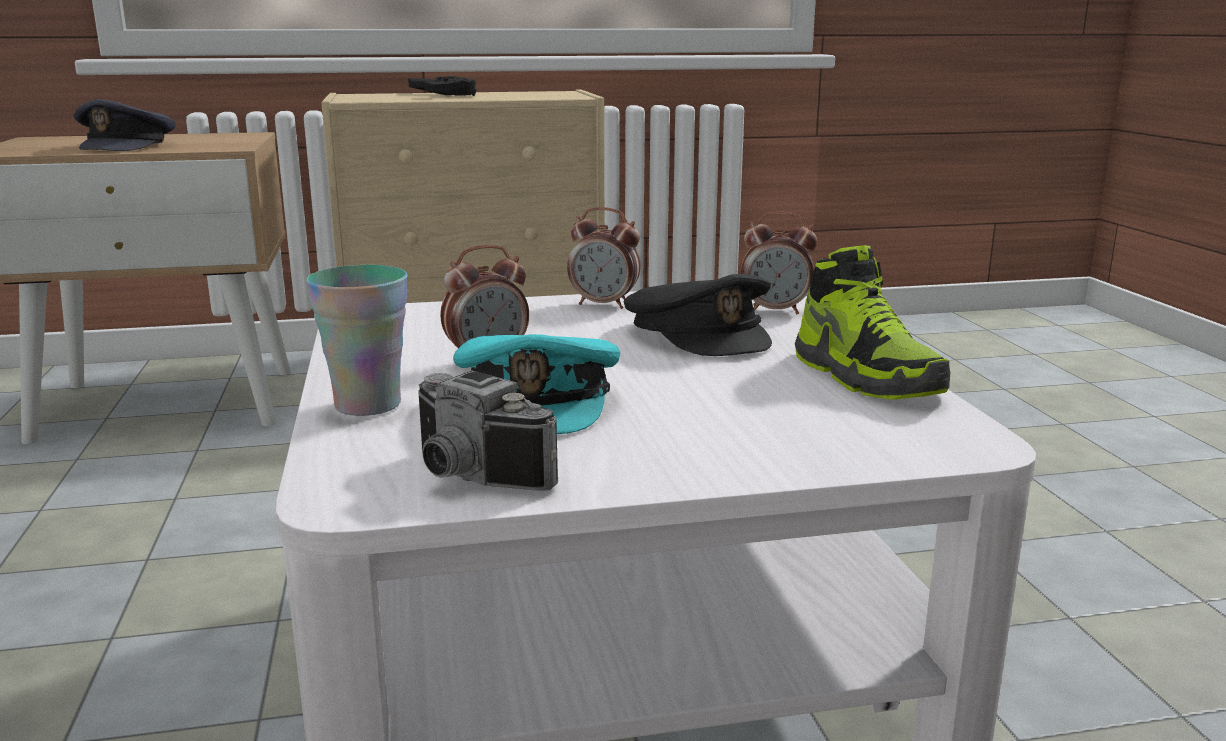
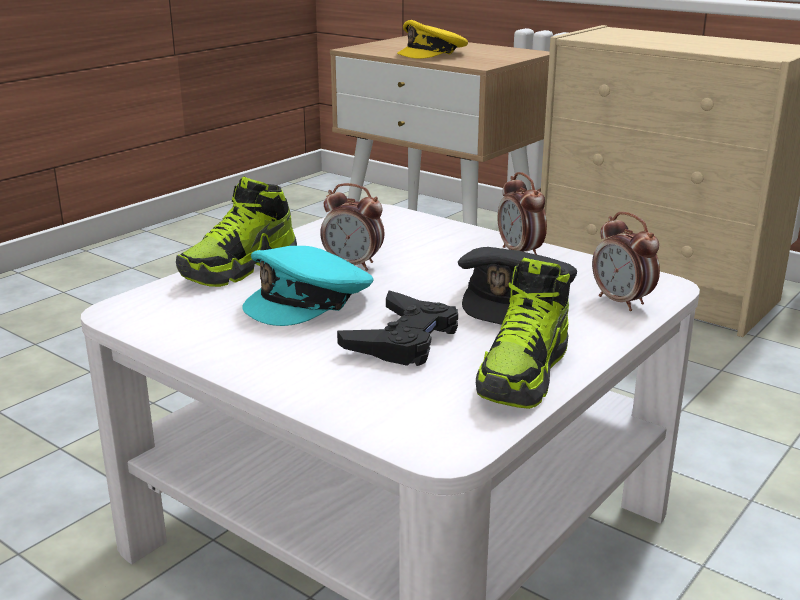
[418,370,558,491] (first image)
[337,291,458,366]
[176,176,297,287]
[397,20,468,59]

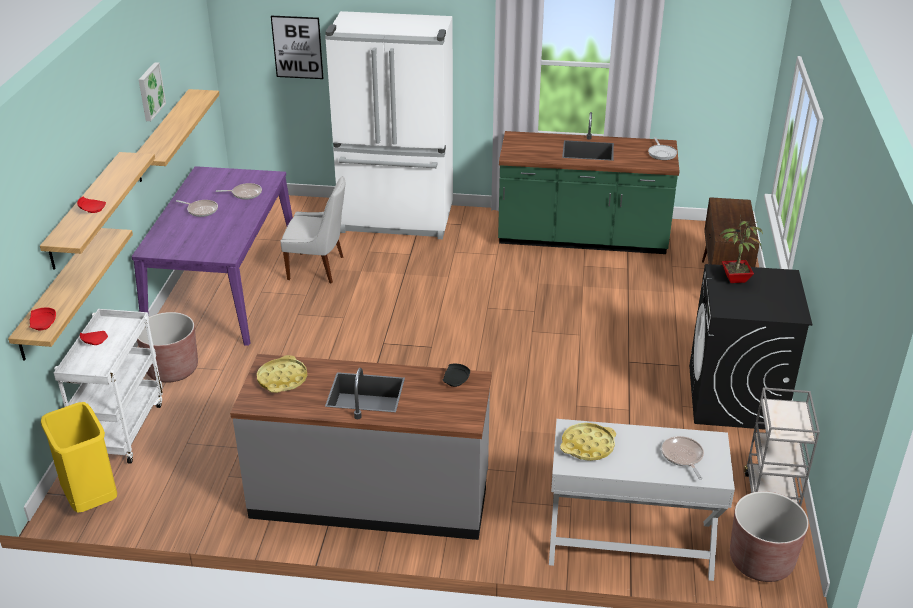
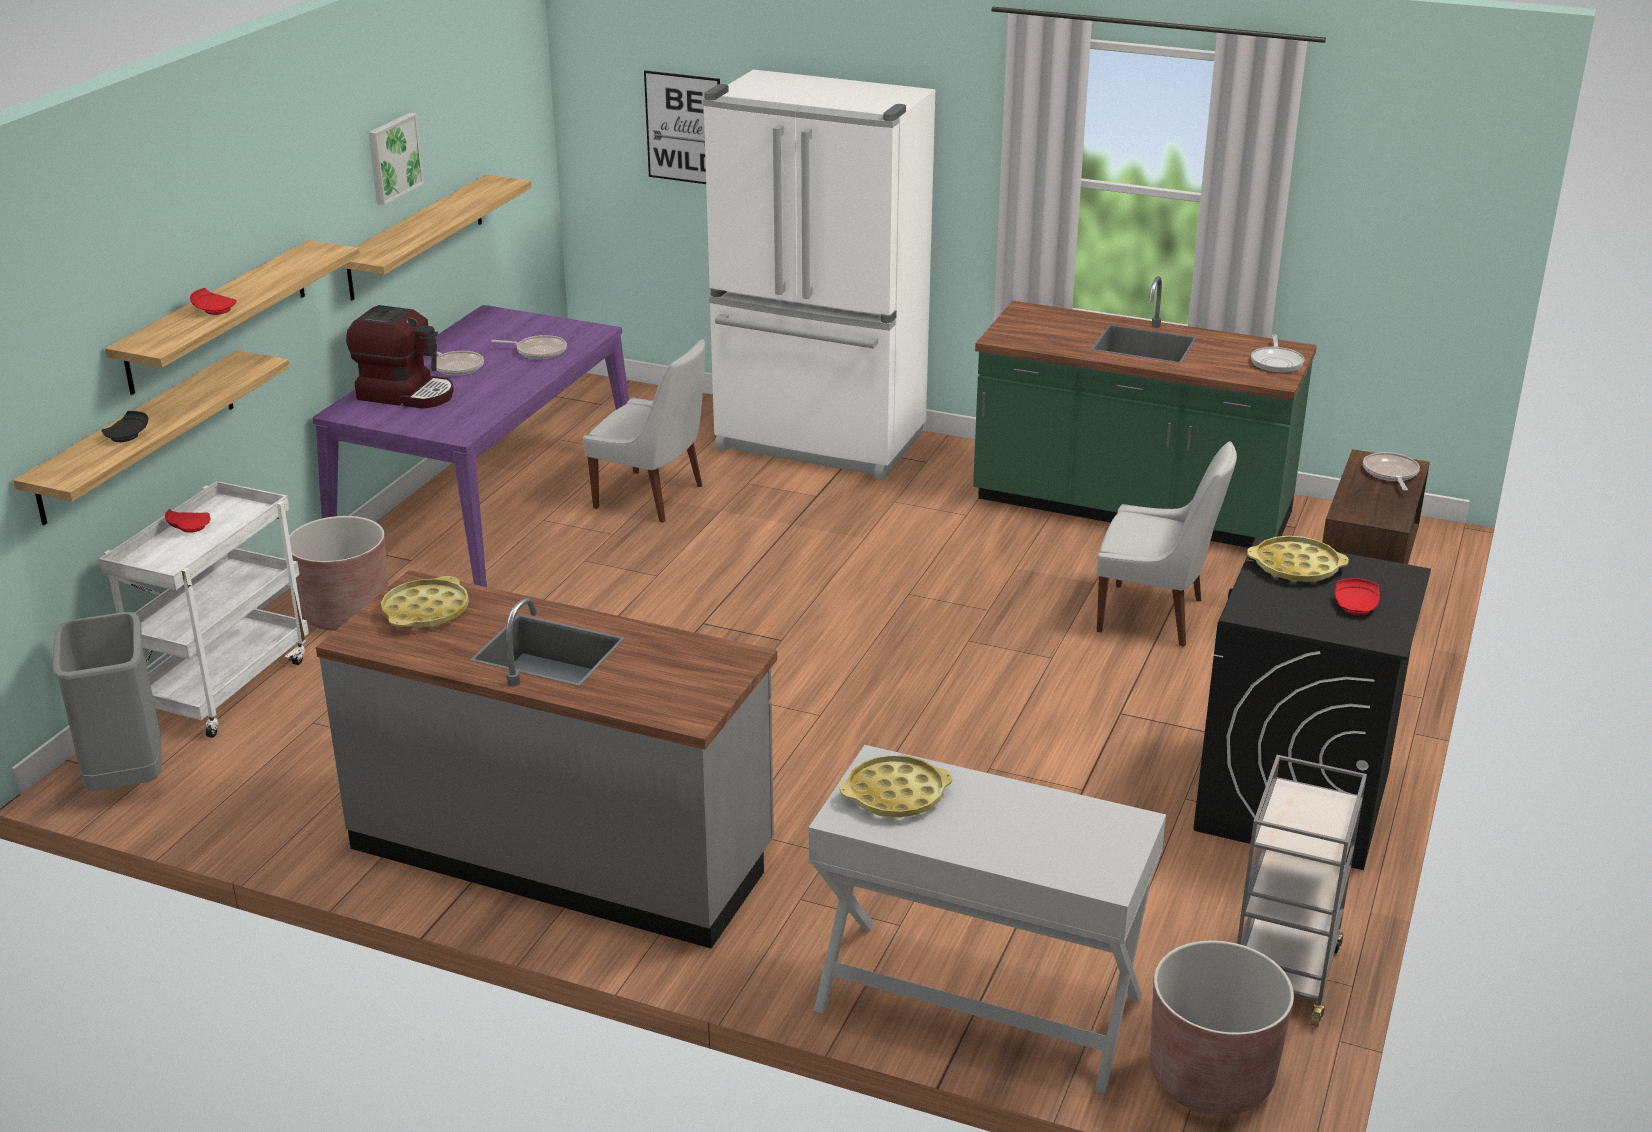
[346,305,454,409]
[1097,441,1237,647]
[1335,578,1380,615]
[101,411,148,442]
[1363,452,1420,491]
[1247,536,1349,582]
[53,612,162,791]

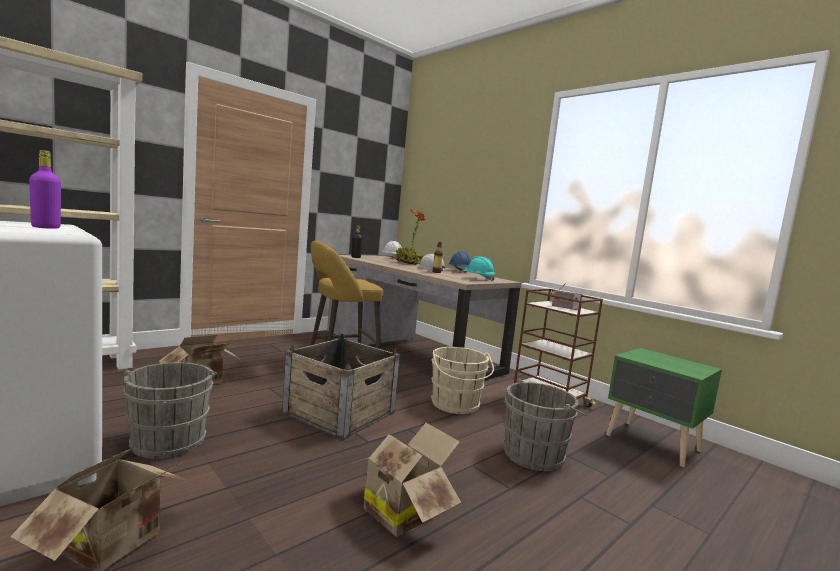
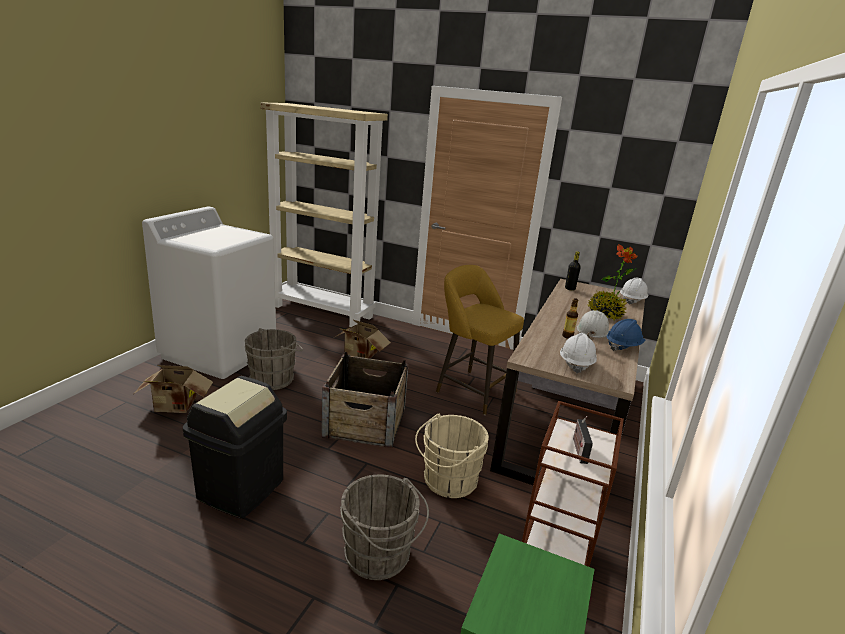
[29,150,61,229] (first image)
[183,376,287,518]
[560,333,597,373]

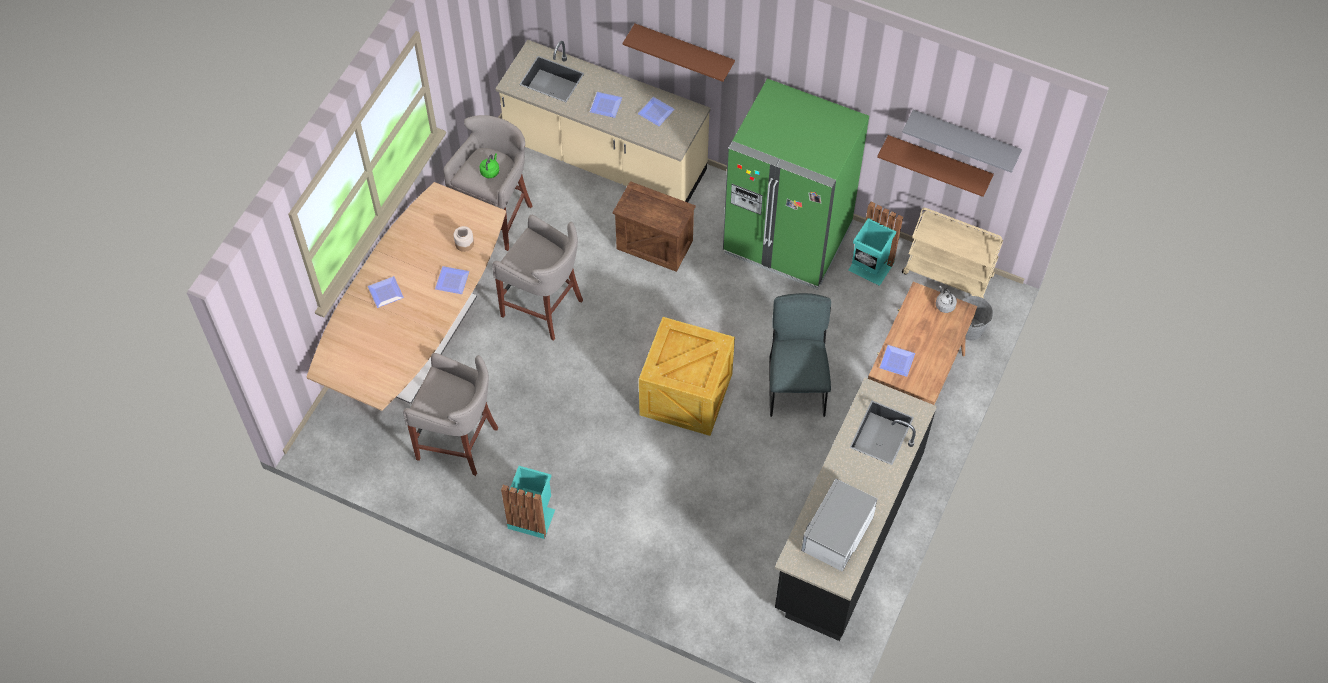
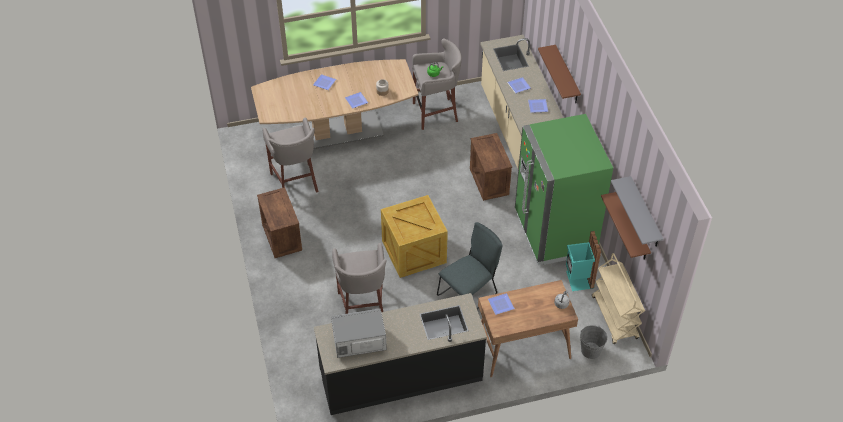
[332,243,387,314]
[257,187,302,258]

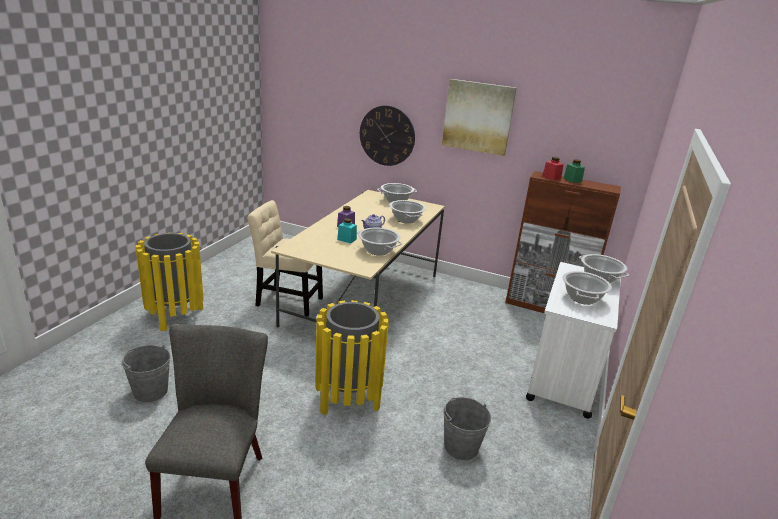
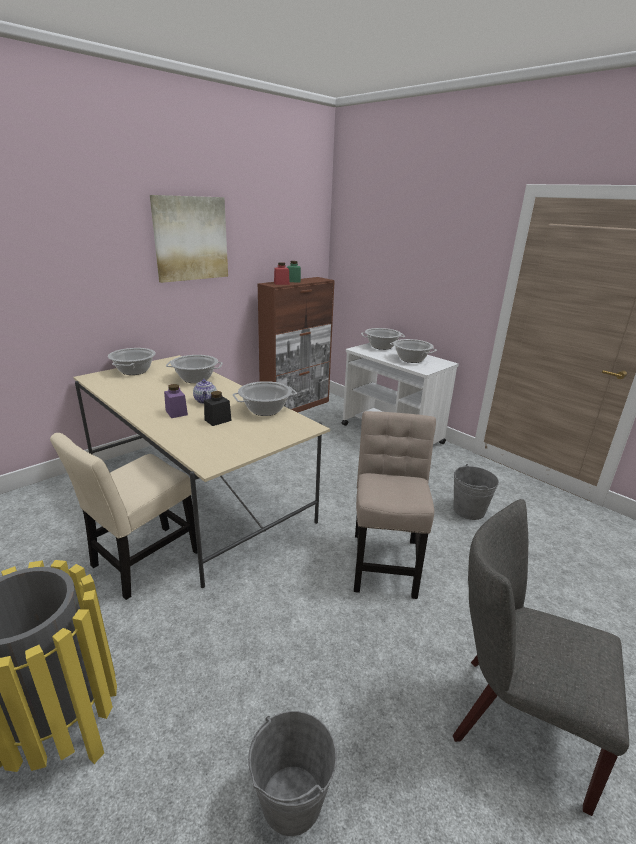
[360,105,415,166] (first image)
[354,411,436,599]
[204,391,232,426]

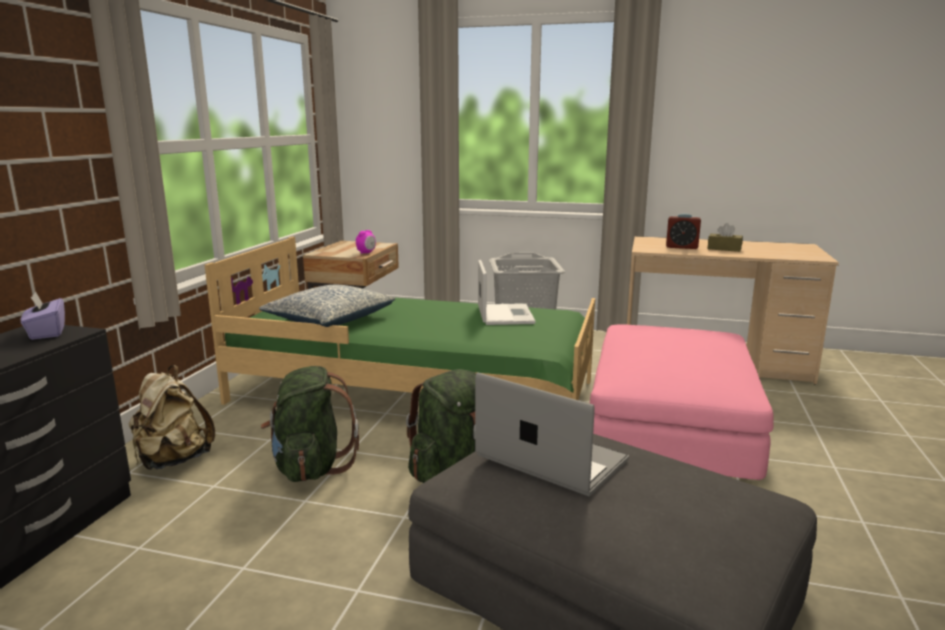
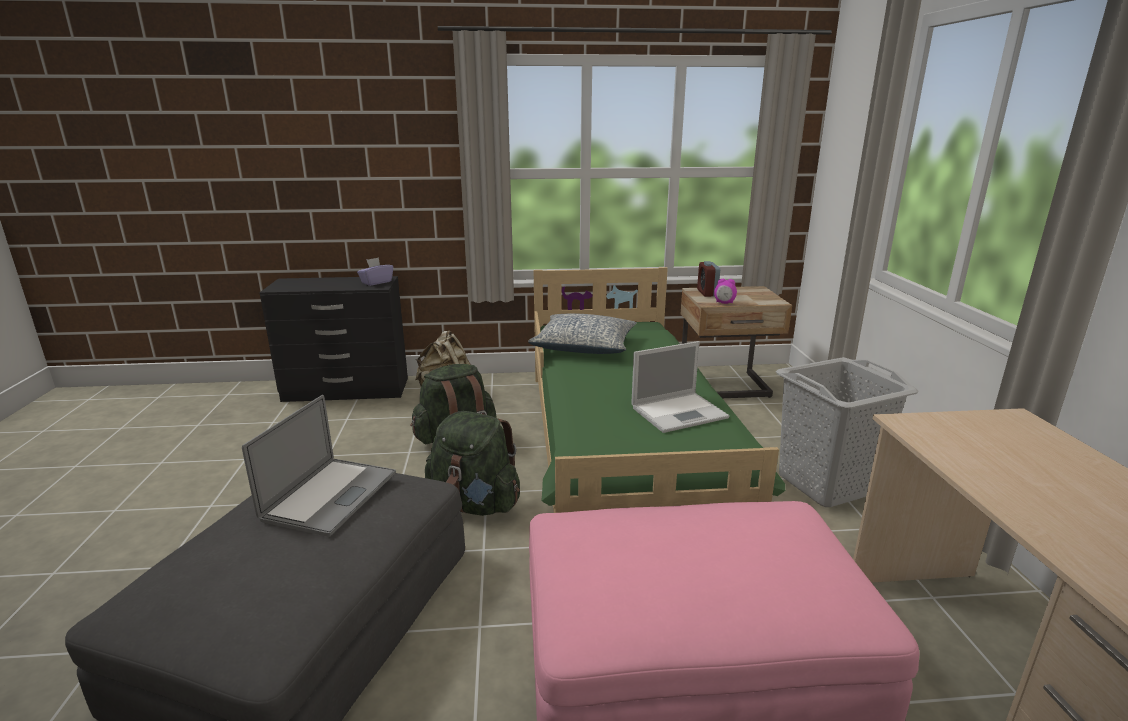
[708,223,743,252] (first image)
[697,261,720,297]

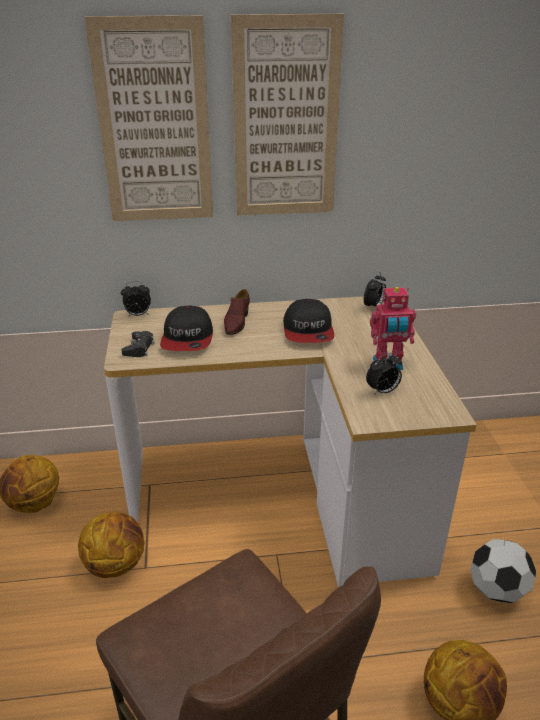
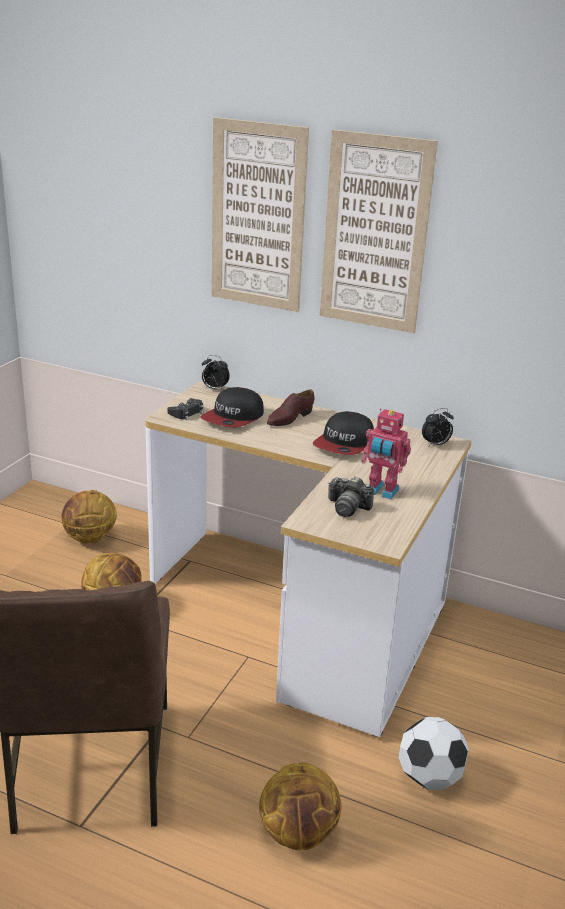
[328,476,374,517]

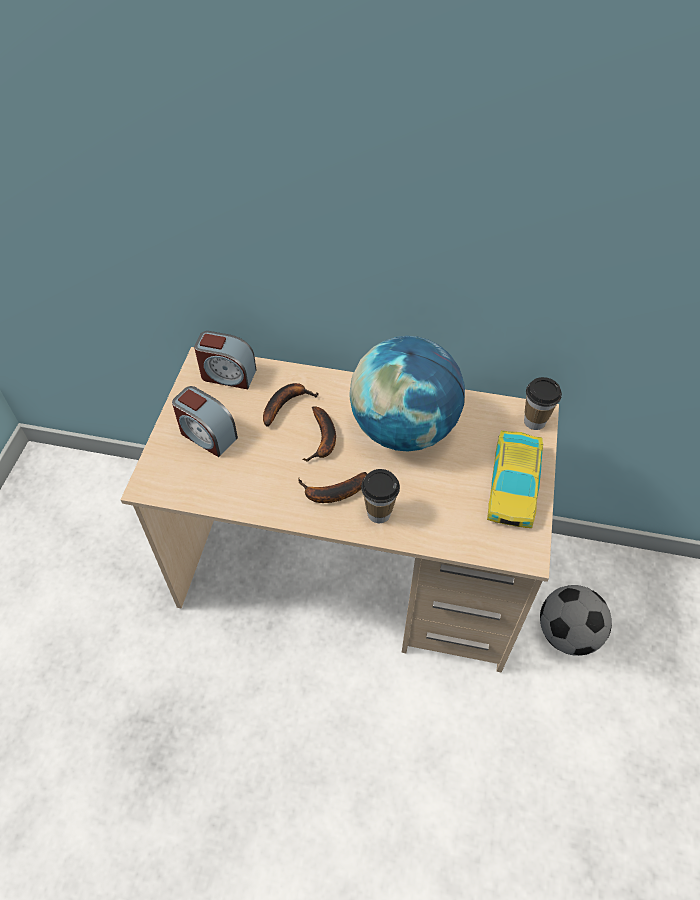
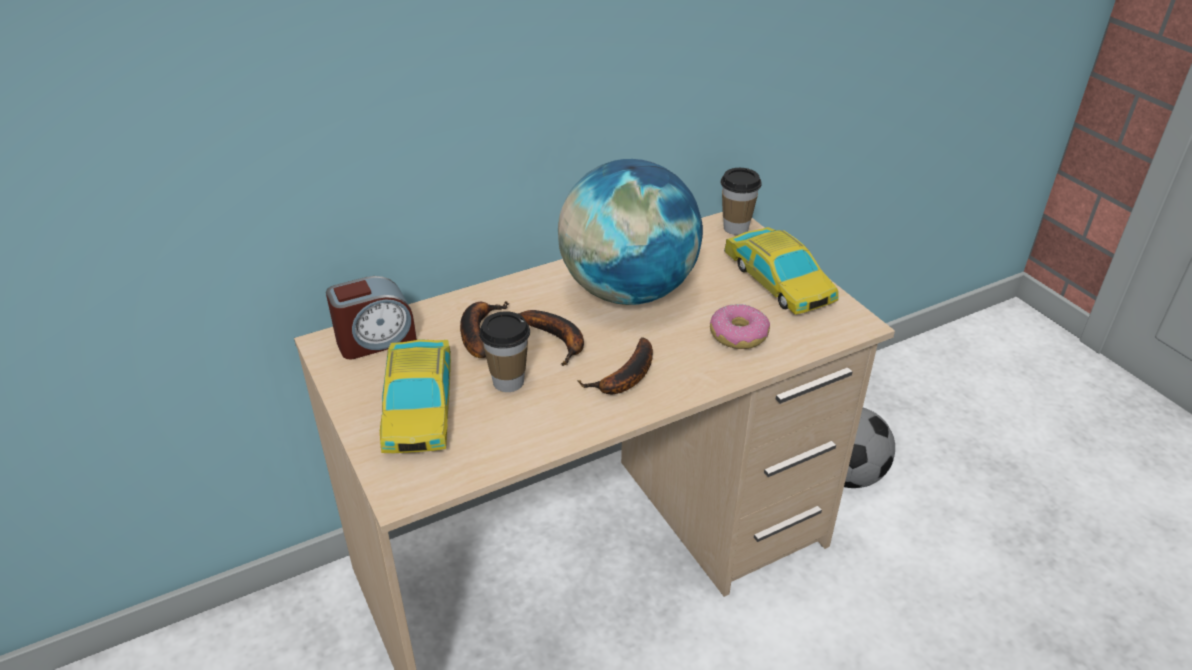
[710,304,770,349]
[479,311,530,392]
[380,339,451,453]

